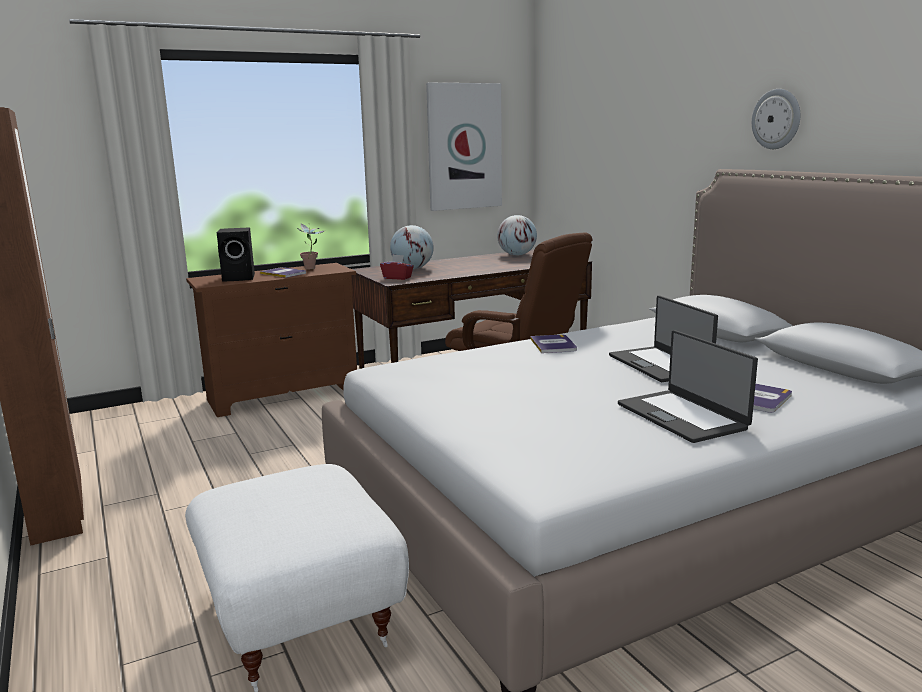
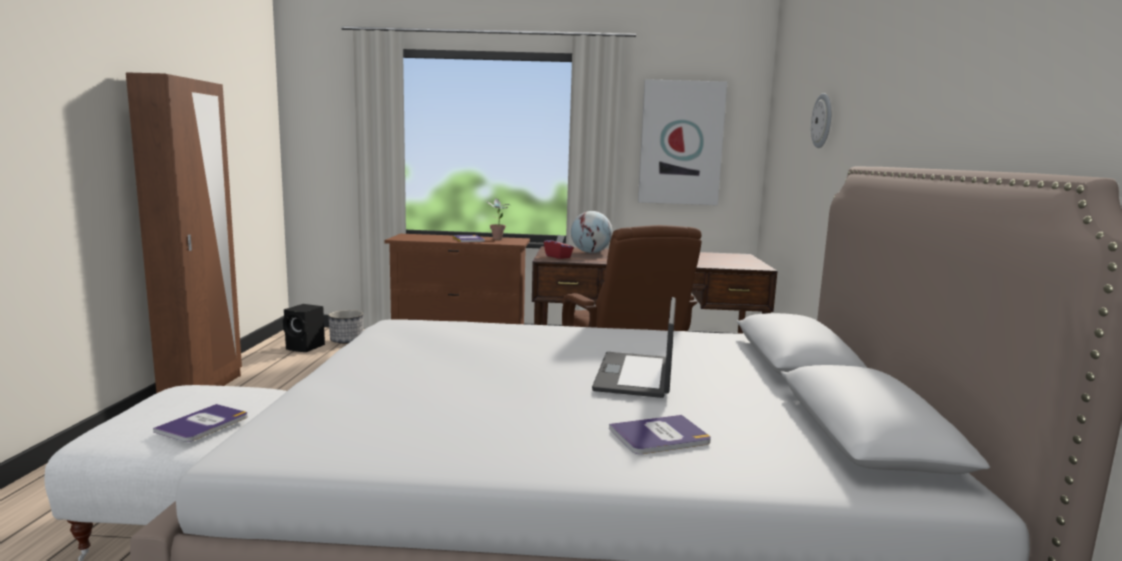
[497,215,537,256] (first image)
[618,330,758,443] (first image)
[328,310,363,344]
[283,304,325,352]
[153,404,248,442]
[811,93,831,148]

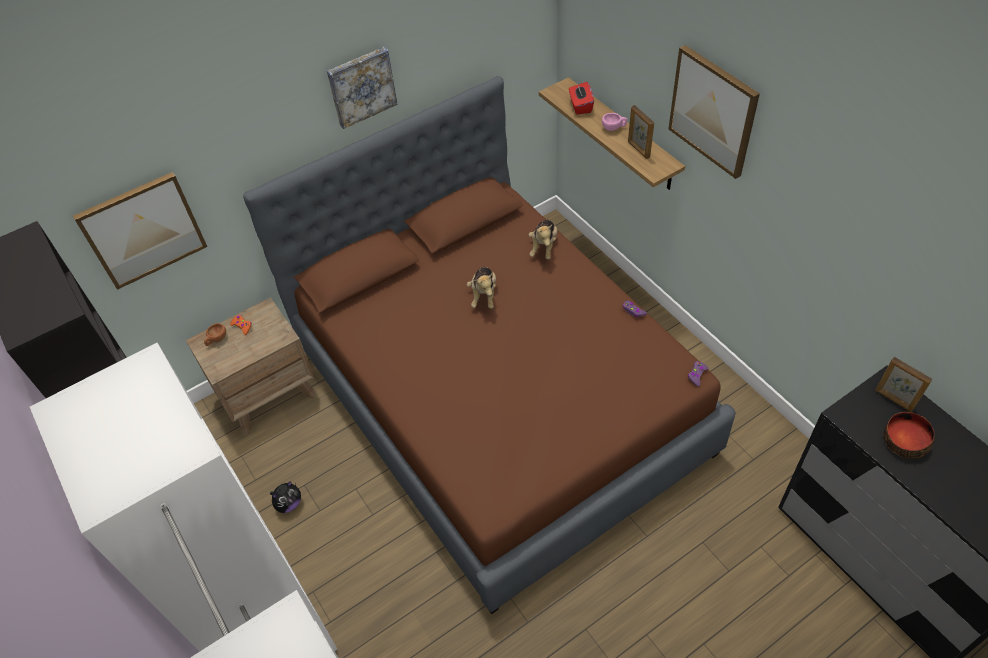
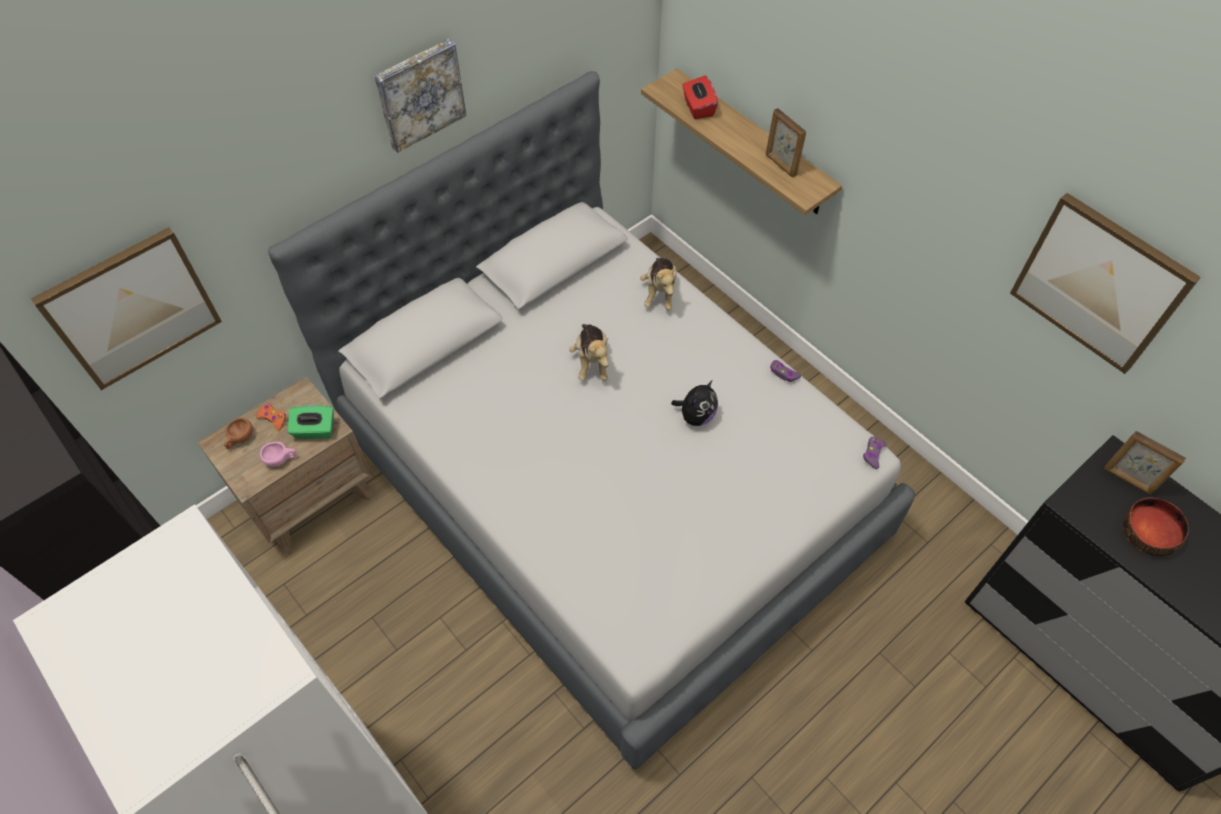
[288,405,334,439]
[671,381,718,426]
[260,442,297,467]
[1010,193,1201,374]
[268,71,915,770]

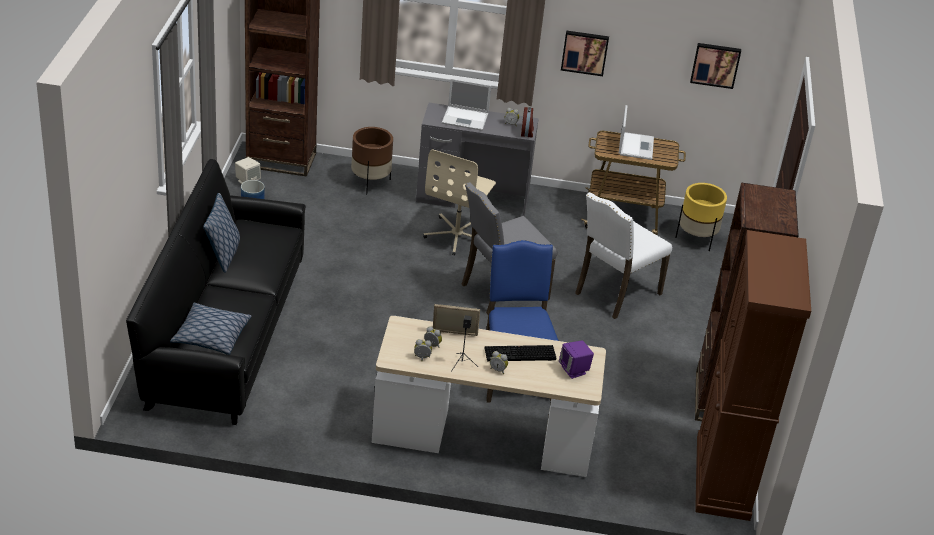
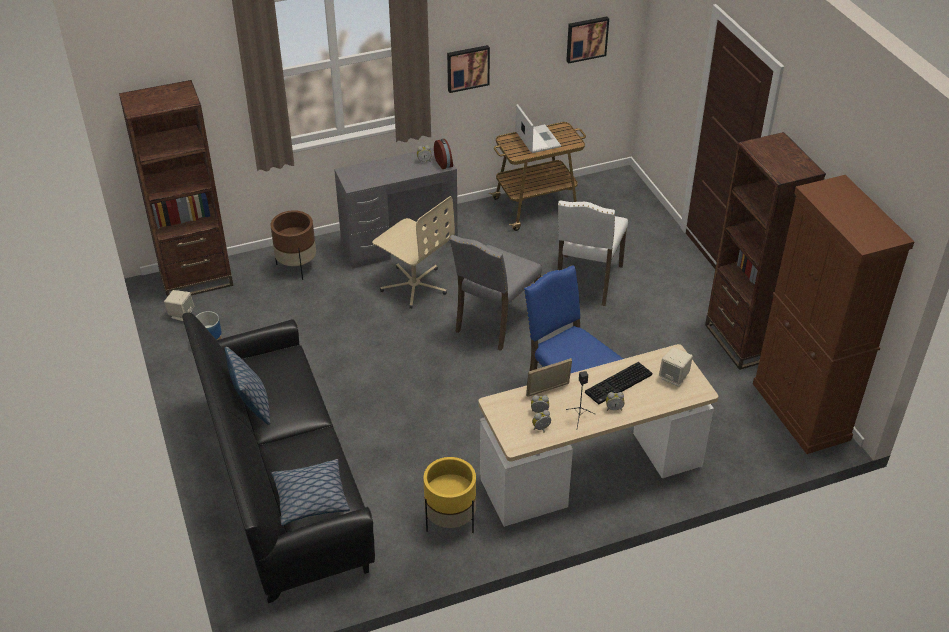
[442,79,491,131] (first image)
[423,457,476,533]
[659,347,693,387]
[372,196,455,309]

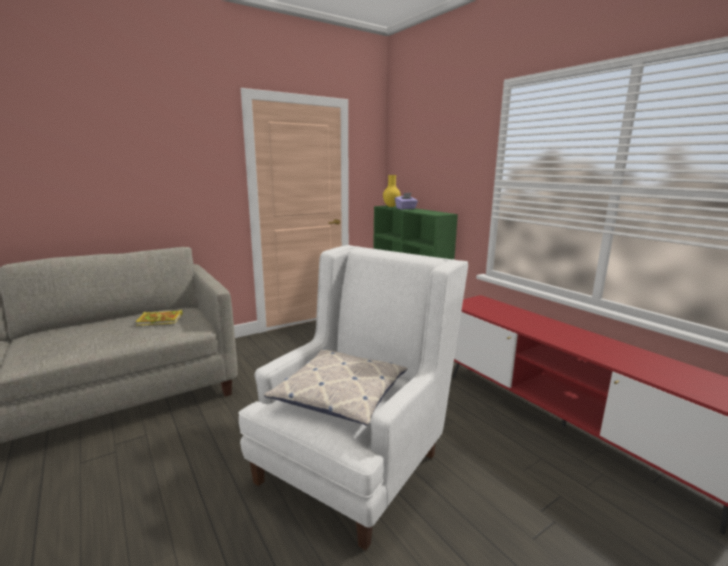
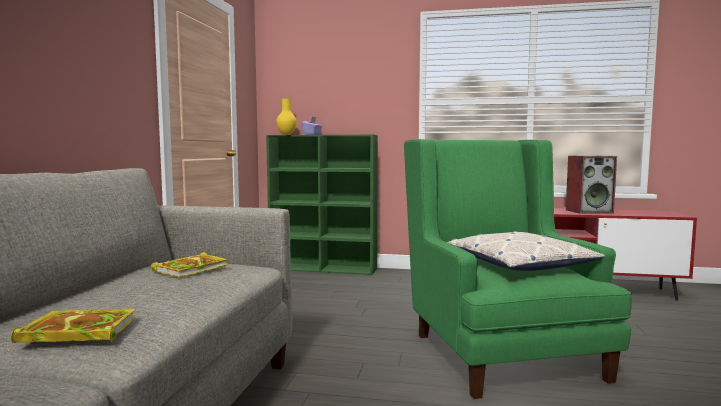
[11,309,136,343]
[566,156,617,214]
[404,139,632,399]

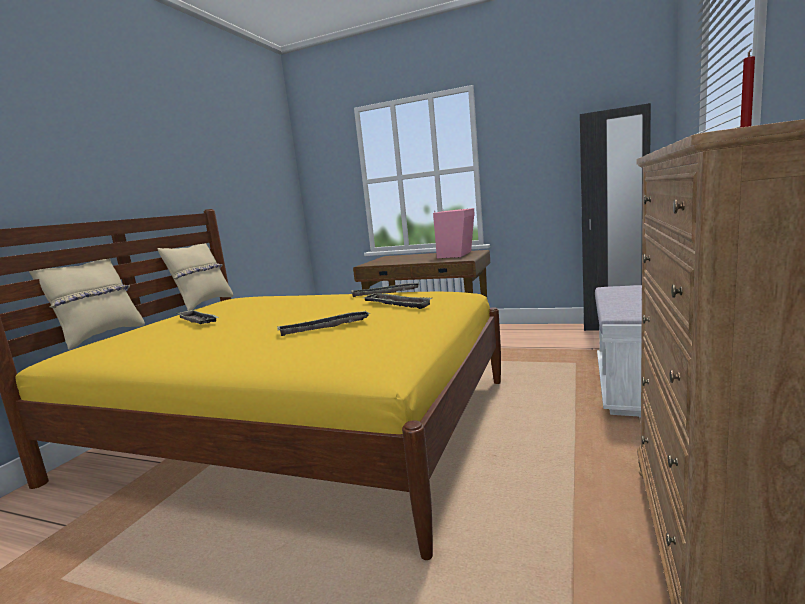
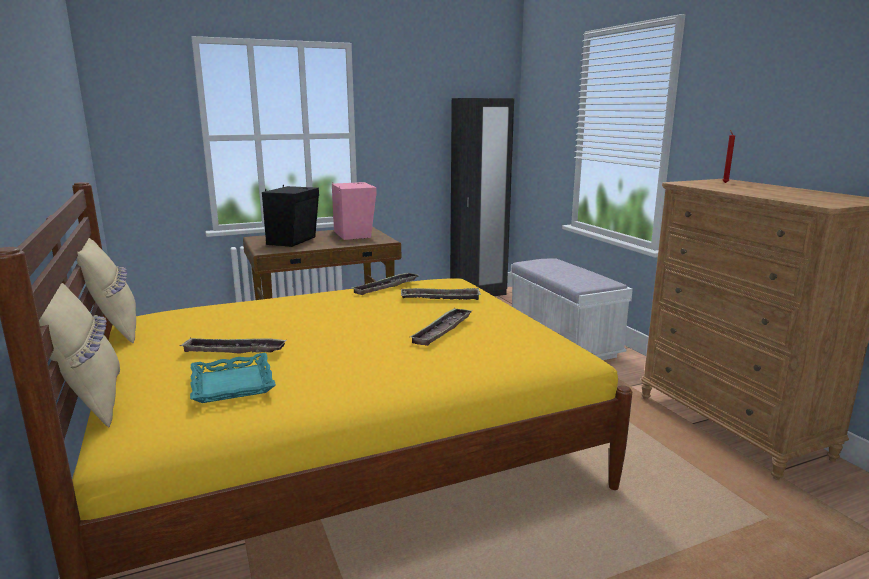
[190,353,276,403]
[262,185,319,247]

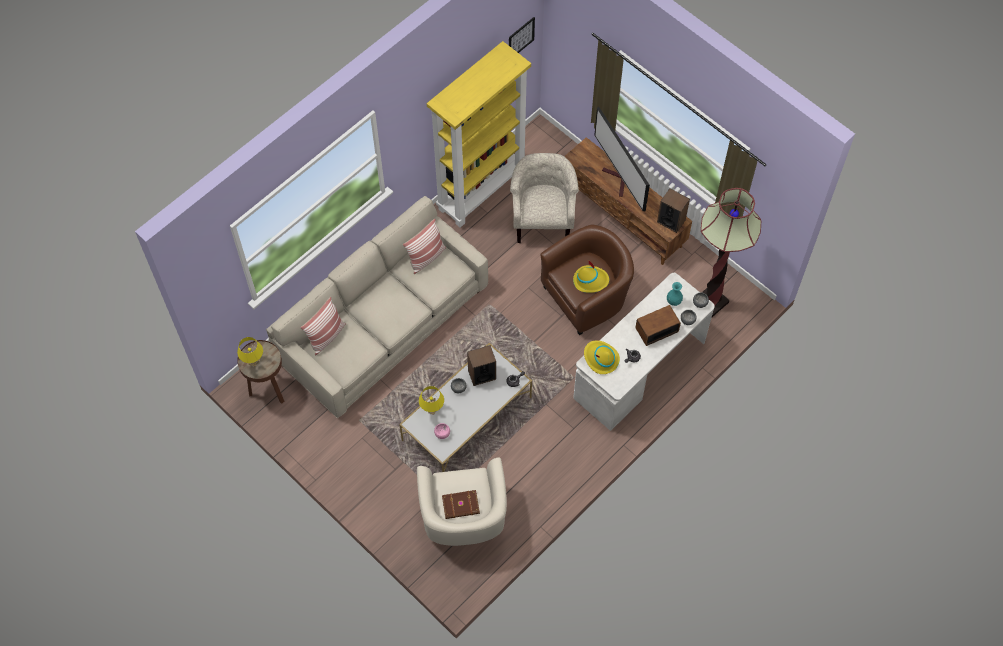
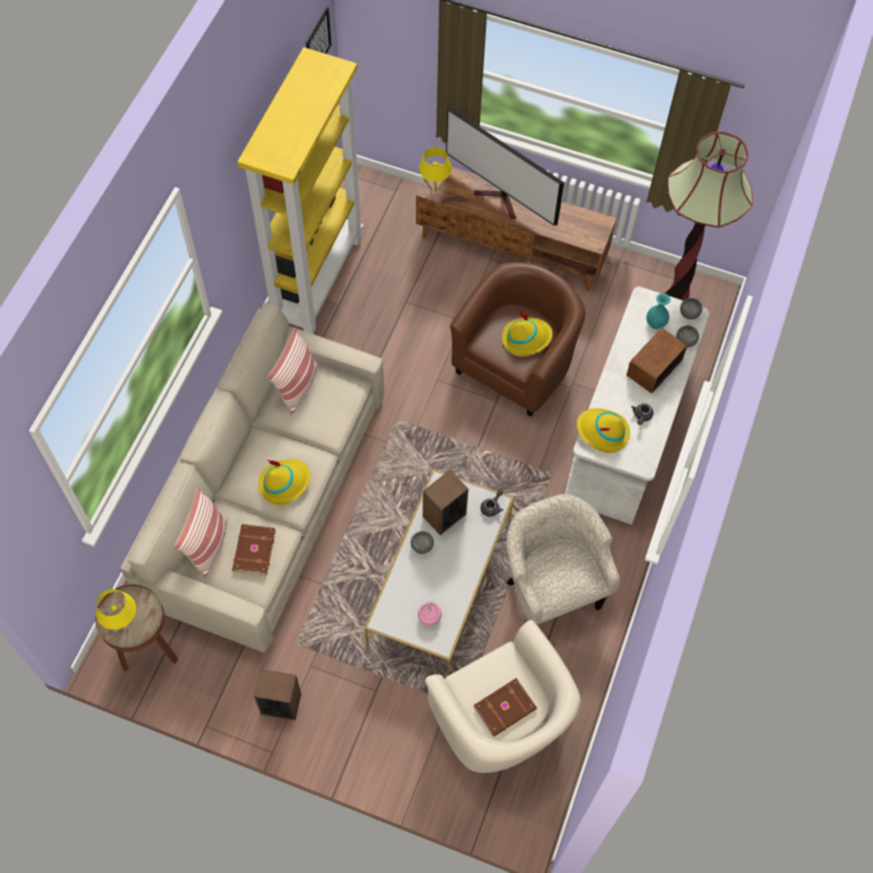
[232,524,276,576]
[258,459,311,505]
[419,147,452,195]
[506,494,620,626]
[254,669,301,720]

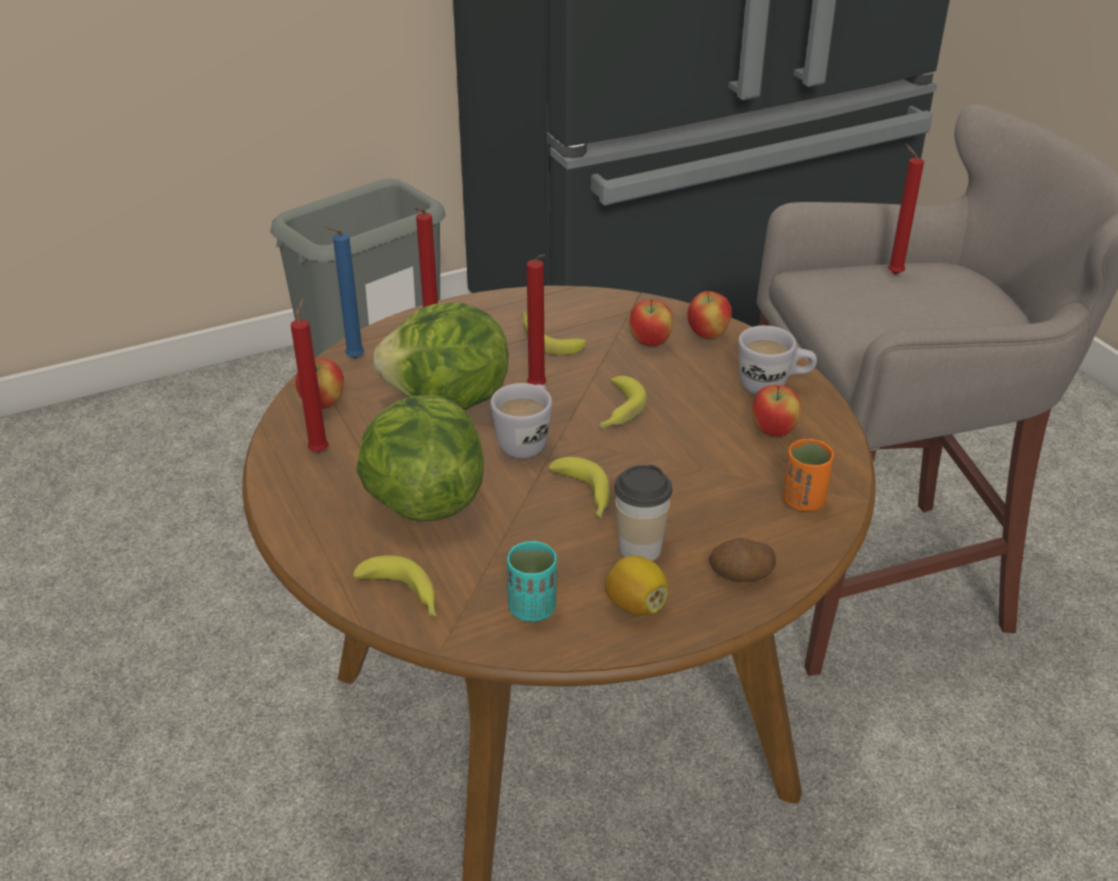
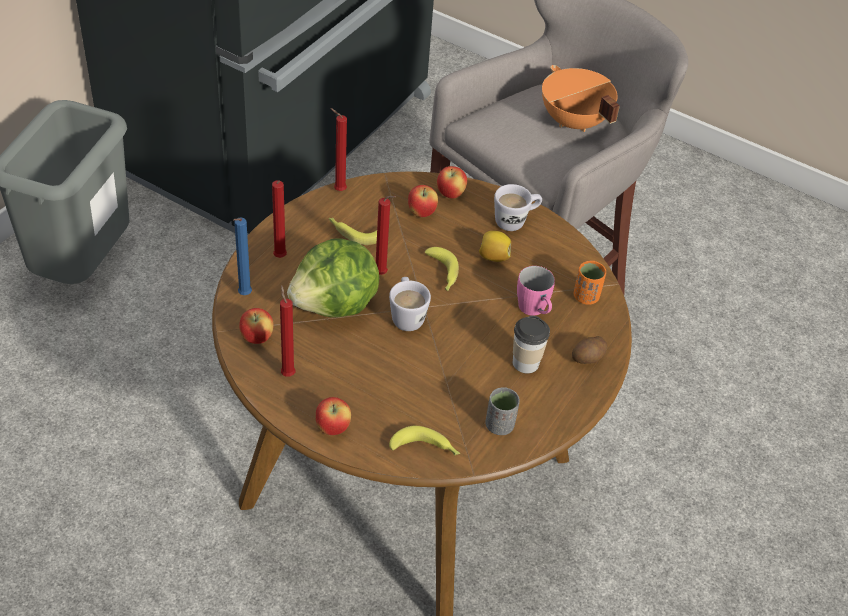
[356,395,484,522] (first image)
[548,457,610,518] (first image)
[517,266,555,316]
[542,65,620,132]
[479,231,511,262]
[315,397,351,435]
[330,108,347,191]
[485,387,520,435]

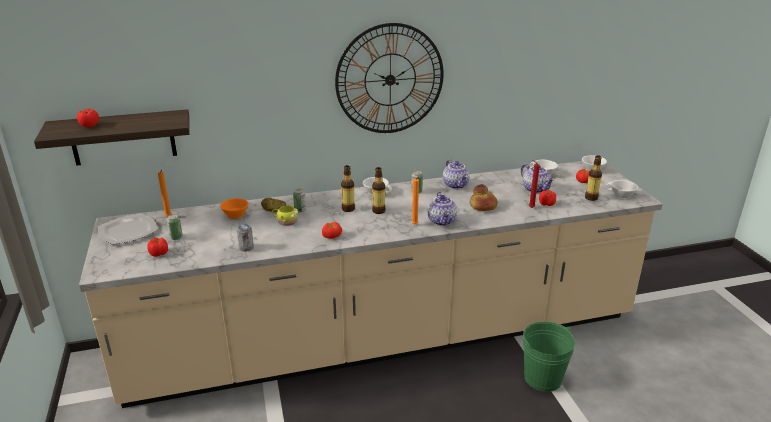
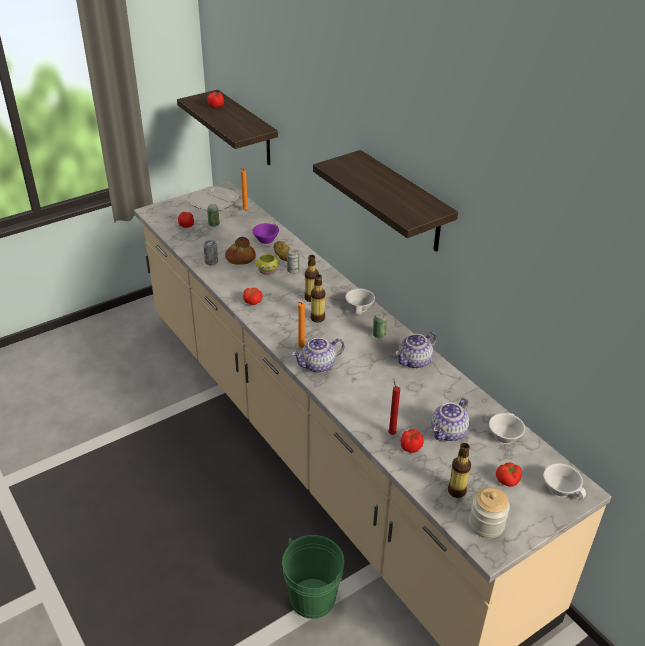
[225,237,256,265]
[313,150,458,252]
[469,487,510,539]
[253,223,279,244]

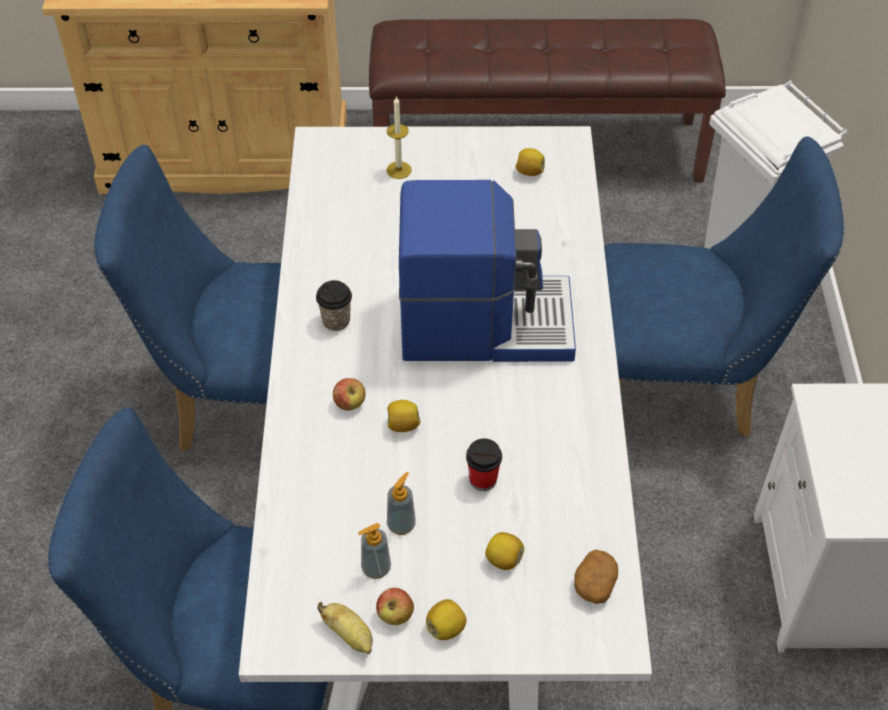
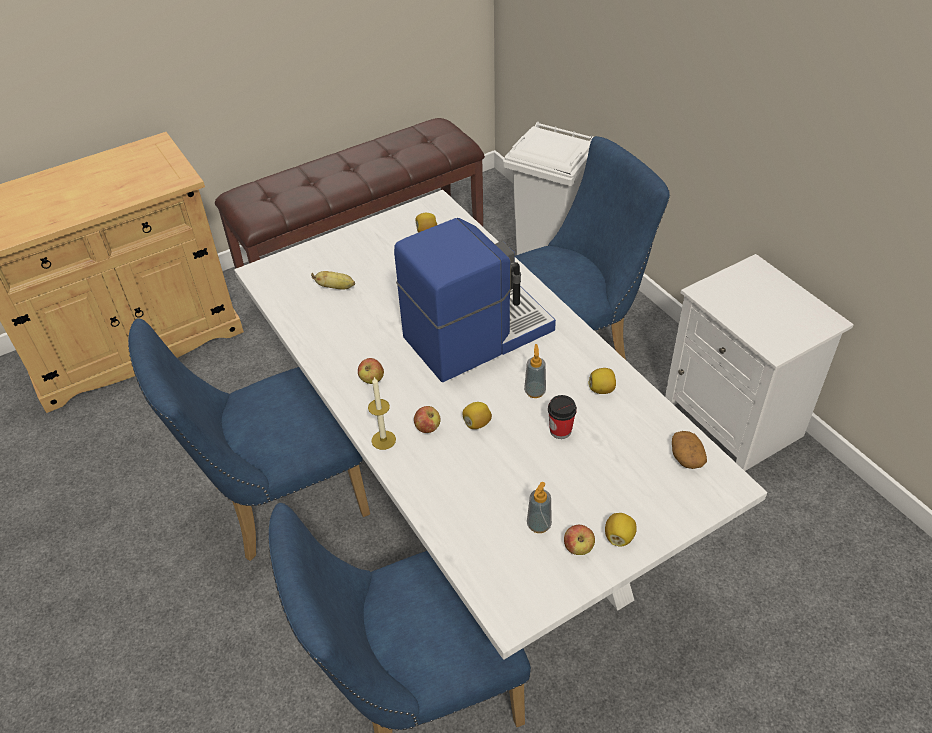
[311,271,355,290]
[368,377,396,450]
[524,344,546,398]
[588,368,616,394]
[358,358,384,384]

